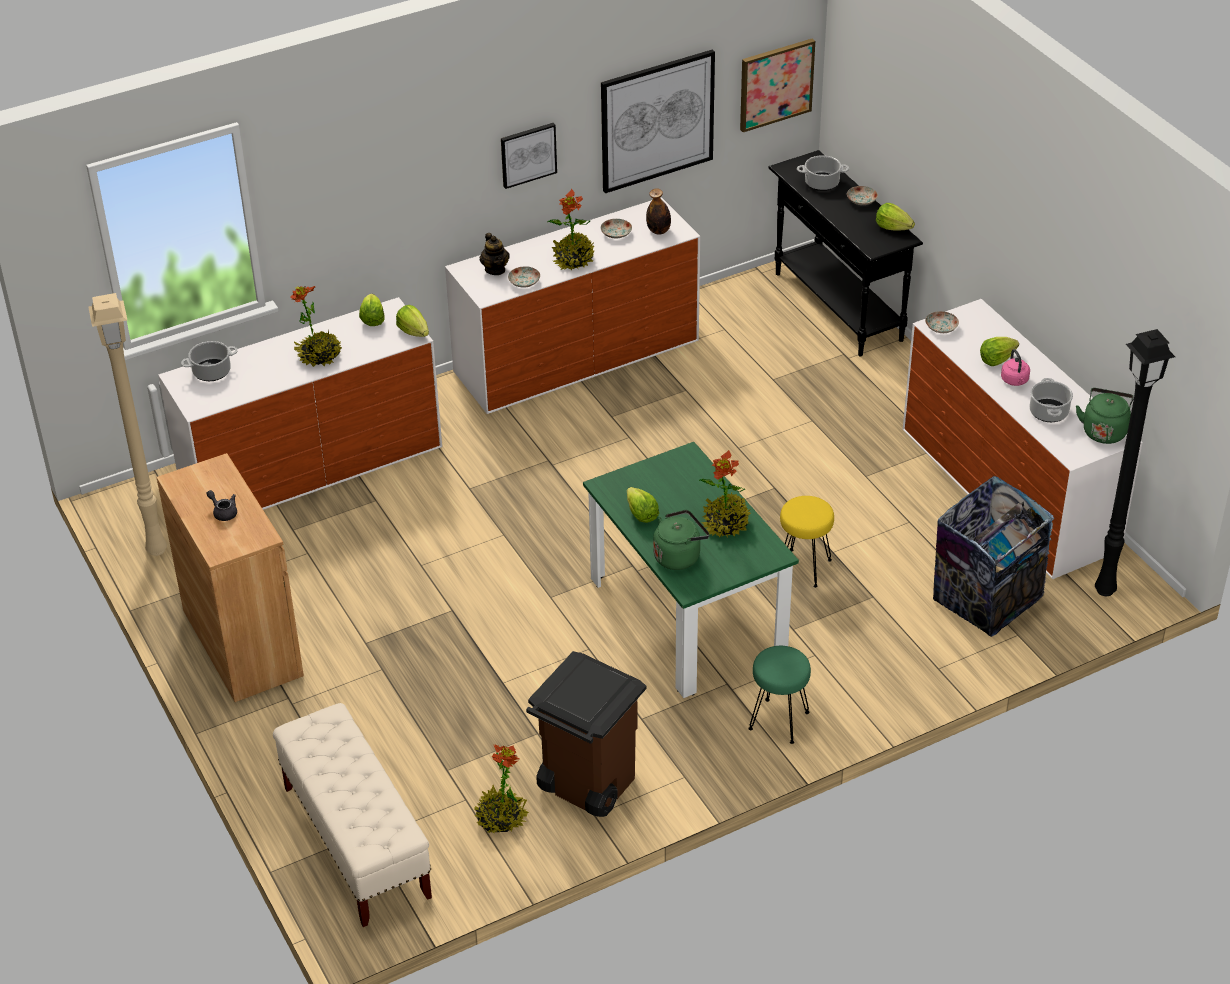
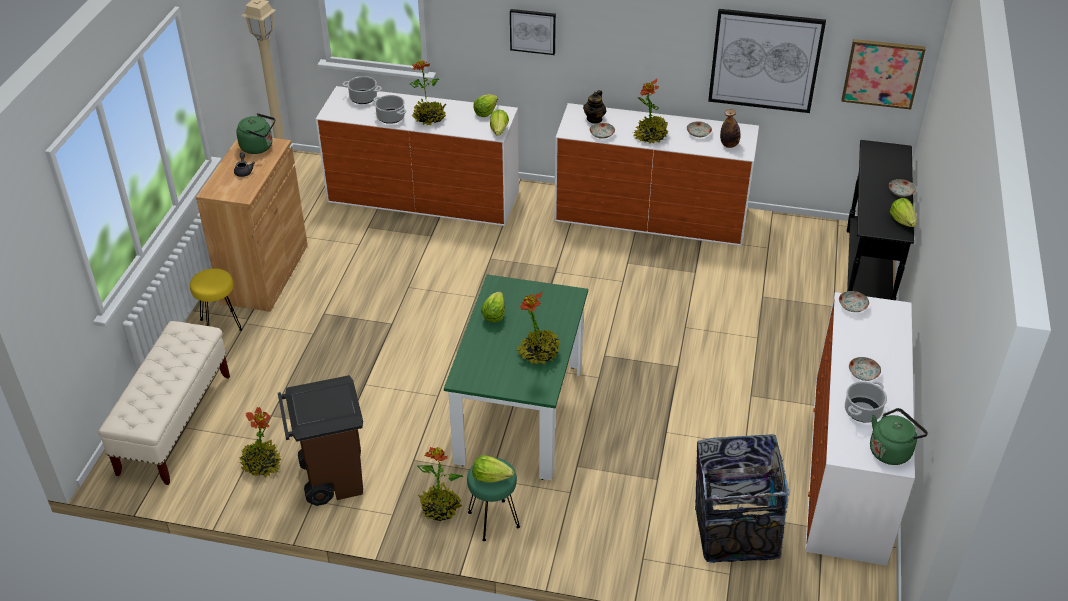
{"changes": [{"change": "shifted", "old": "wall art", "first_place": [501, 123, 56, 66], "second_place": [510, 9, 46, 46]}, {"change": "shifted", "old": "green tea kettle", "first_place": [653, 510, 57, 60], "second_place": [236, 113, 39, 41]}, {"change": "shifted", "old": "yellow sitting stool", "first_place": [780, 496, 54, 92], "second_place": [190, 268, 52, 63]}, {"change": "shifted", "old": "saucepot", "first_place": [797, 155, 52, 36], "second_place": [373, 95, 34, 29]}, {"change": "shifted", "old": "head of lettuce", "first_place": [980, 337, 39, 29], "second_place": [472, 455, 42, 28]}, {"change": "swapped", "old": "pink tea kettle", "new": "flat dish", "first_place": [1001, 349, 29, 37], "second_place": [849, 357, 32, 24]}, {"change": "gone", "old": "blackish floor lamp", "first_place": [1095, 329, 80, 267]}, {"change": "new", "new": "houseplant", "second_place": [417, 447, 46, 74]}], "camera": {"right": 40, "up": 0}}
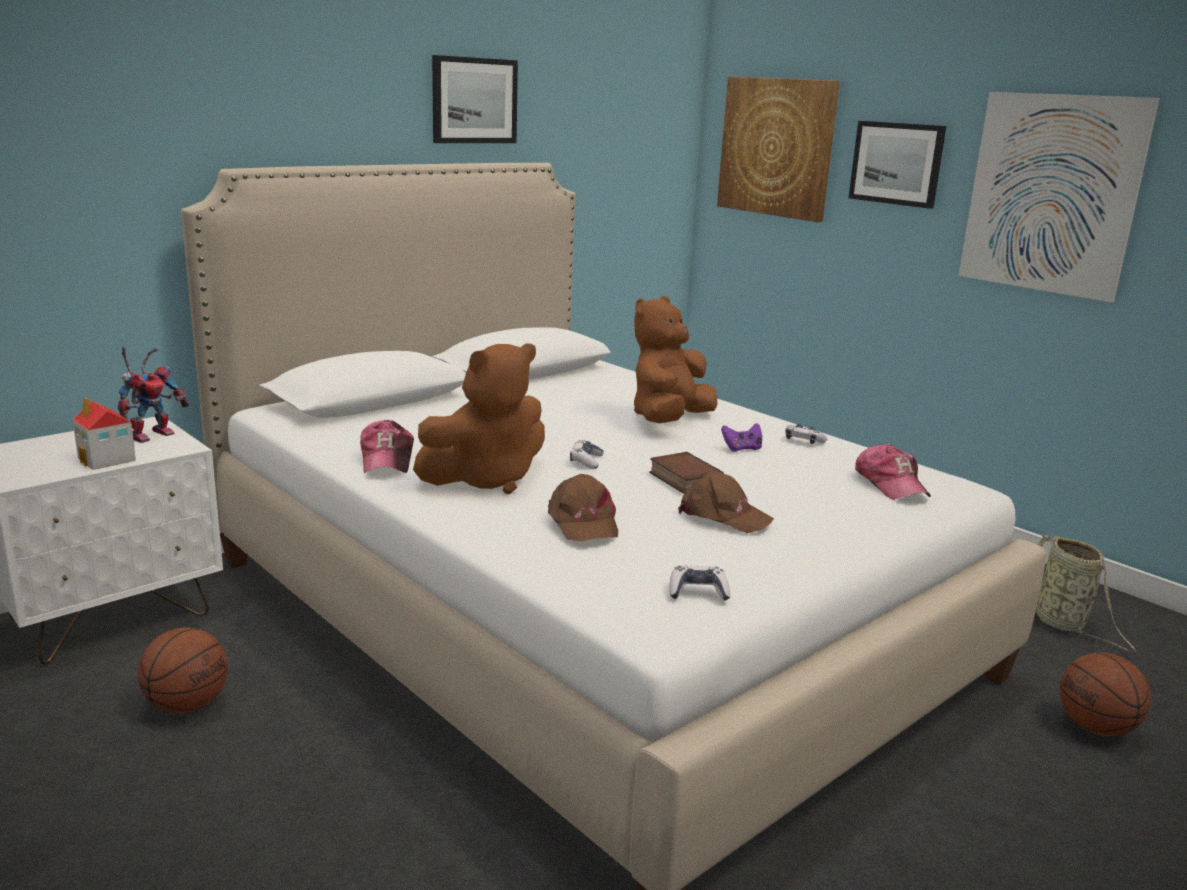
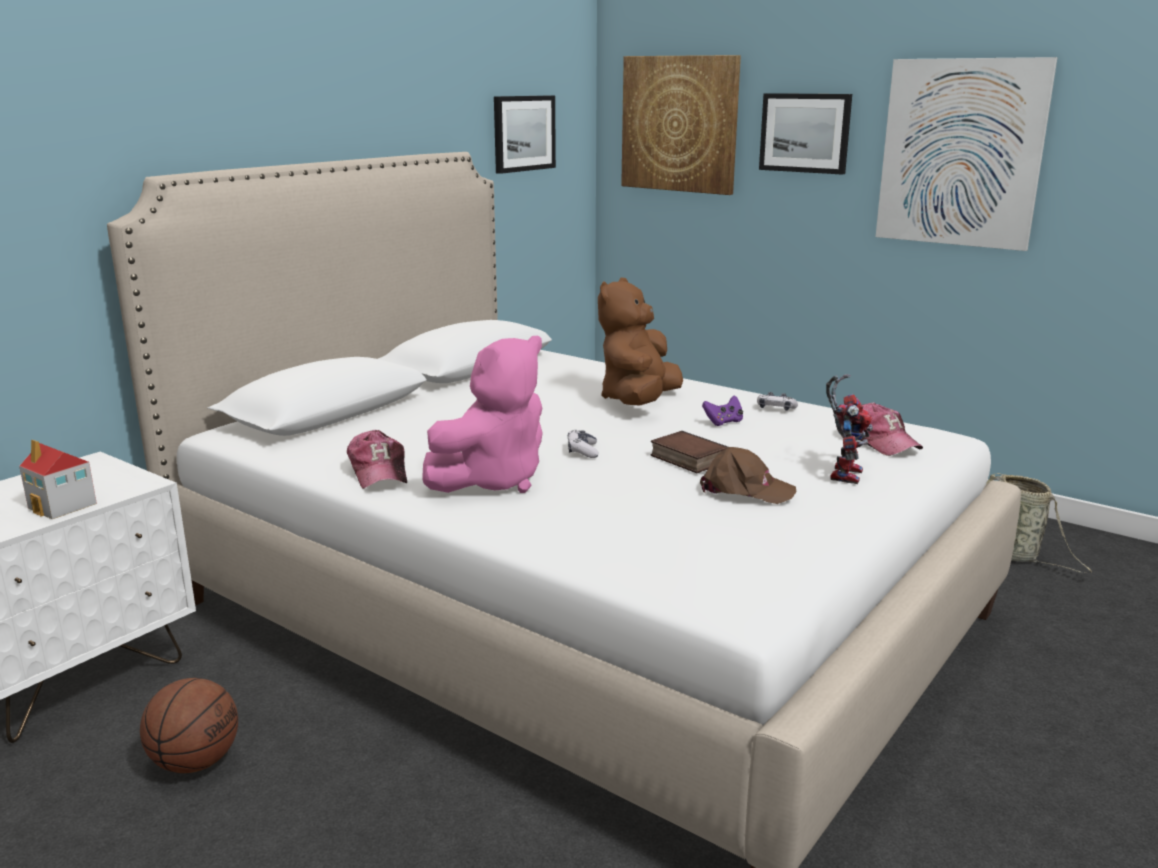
{"changes": [{"change": "shifted", "old": "model robot", "first_place": [118, 346, 72, 97], "second_place": [826, 374, 47, 110]}, {"change": "repainted", "old": "brown soft toy", "new": "pink soft toy", "first_place": [413, 343, 132, 151], "second_place": [422, 336, 121, 157]}, {"change": "shifted", "old": "wall art", "first_place": [432, 55, 86, 88], "second_place": [494, 95, 62, 79]}, {"change": "gone", "old": "brown baseball cap", "first_place": [548, 474, 70, 67]}, {"change": "gone", "old": "joypad", "first_place": [669, 565, 61, 36]}, {"change": "gone", "old": "basketball", "first_place": [1060, 653, 91, 83]}], "camera": {"right": -10, "up": 0}}
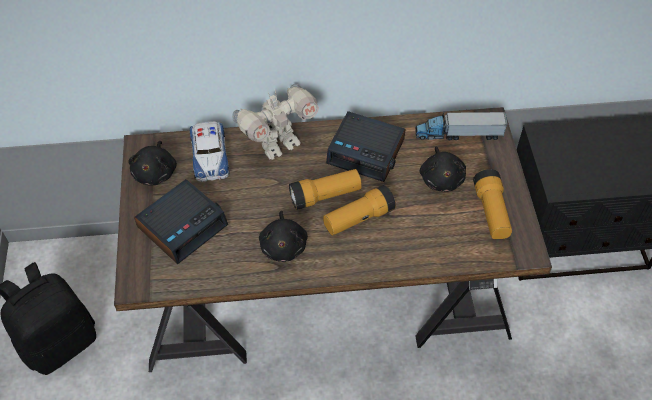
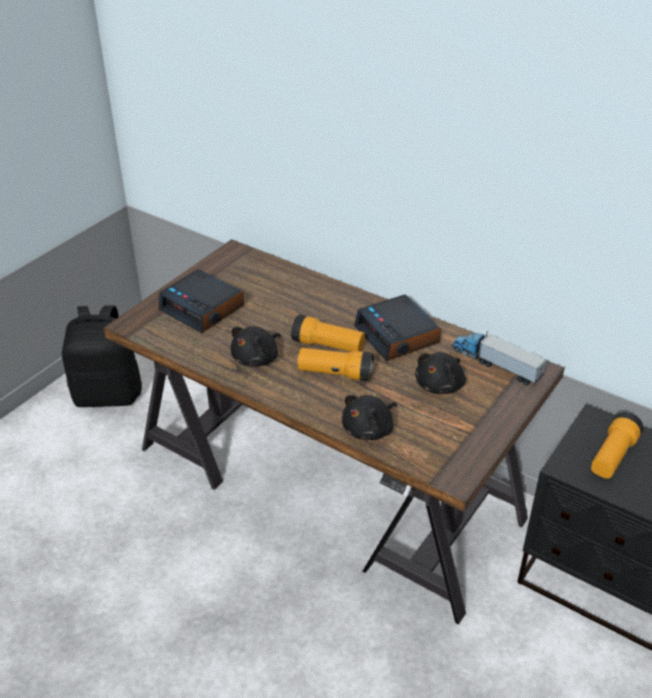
{"changes": [{"change": "shifted", "old": "blackish soft toy", "first_place": [128, 141, 49, 44], "second_place": [342, 395, 55, 45]}, {"change": "rotated", "old": "bedside clock", "first_place": [134, 179, 94, 85], "second_place": [159, 269, 85, 64], "degrees": 45}, {"change": "gone", "old": "toy car", "first_place": [190, 121, 40, 61]}, {"change": "gone", "old": "model robot", "first_place": [232, 84, 87, 76]}, {"change": "shifted", "old": "hand torch", "first_place": [473, 169, 39, 70], "second_place": [591, 412, 53, 67]}], "camera": {"right": 40, "up": -15}}
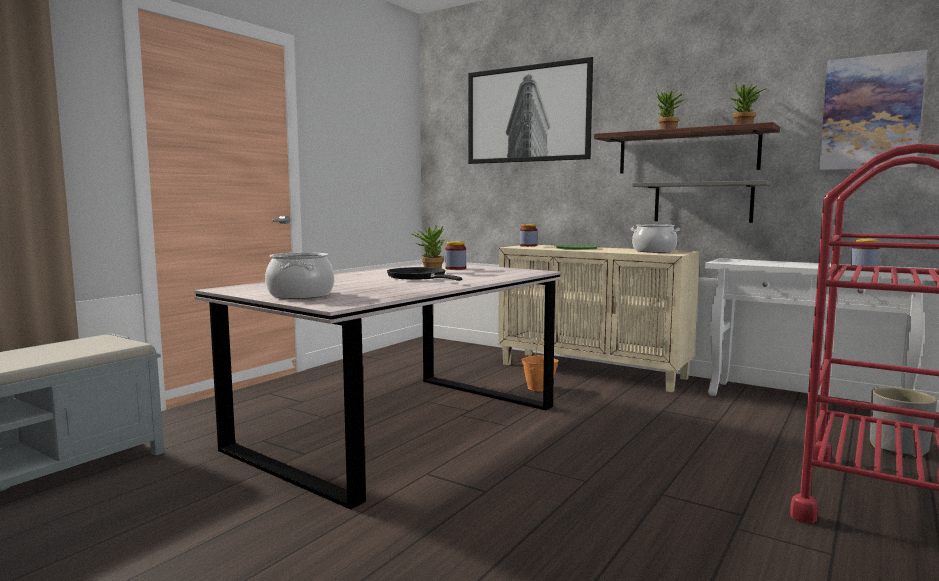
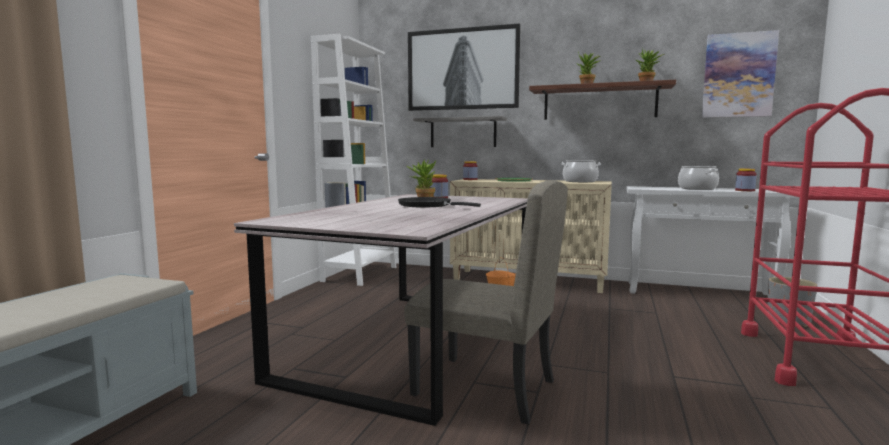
{"changes": [{"change": "shifted", "old": "saucepot", "first_place": [265, 252, 69, 47], "second_place": [678, 166, 41, 24]}, {"change": "shifted", "old": "gray wall shelf", "first_place": [632, 180, 140, 43], "second_place": [413, 116, 94, 31]}, {"change": "new", "new": "whitish shelving unit", "second_place": [311, 34, 86, 252]}, {"change": "new", "new": "beige-coloured chair", "second_place": [404, 181, 164, 243]}], "camera": {"right": -15, "up": 0}}
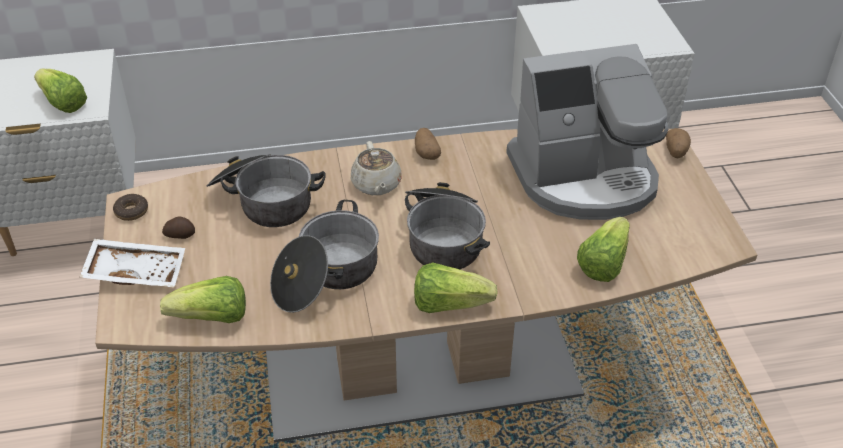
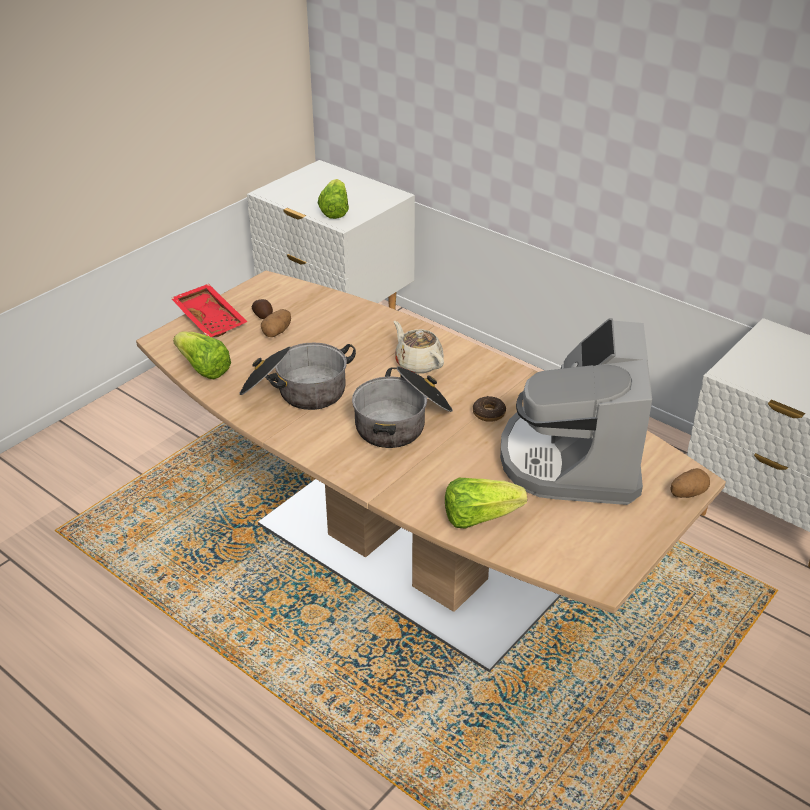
{"changes": [{"change": "repainted", "old": "whitish serving tray", "new": "reddish serving tray", "first_place": [80, 239, 105, 49], "second_place": [171, 284, 77, 53]}, {"change": "shifted", "old": "doughnut", "first_place": [113, 194, 35, 27], "second_place": [473, 396, 33, 26]}, {"change": "gone", "old": "saucepot", "first_place": [206, 154, 120, 73]}, {"change": "rotated", "old": "beige-coloured pot for tea", "first_place": [351, 141, 50, 54], "second_place": [394, 321, 50, 53], "degrees": 105}, {"change": "gone", "old": "head of lettuce", "first_place": [414, 263, 84, 50]}, {"change": "shifted", "old": "spud", "first_place": [415, 128, 26, 32], "second_place": [261, 309, 30, 28]}, {"change": "rotated", "old": "coffee maker", "first_place": [506, 44, 163, 176], "second_place": [500, 318, 152, 187], "degrees": 60}], "camera": {"right": 50, "up": -5}}
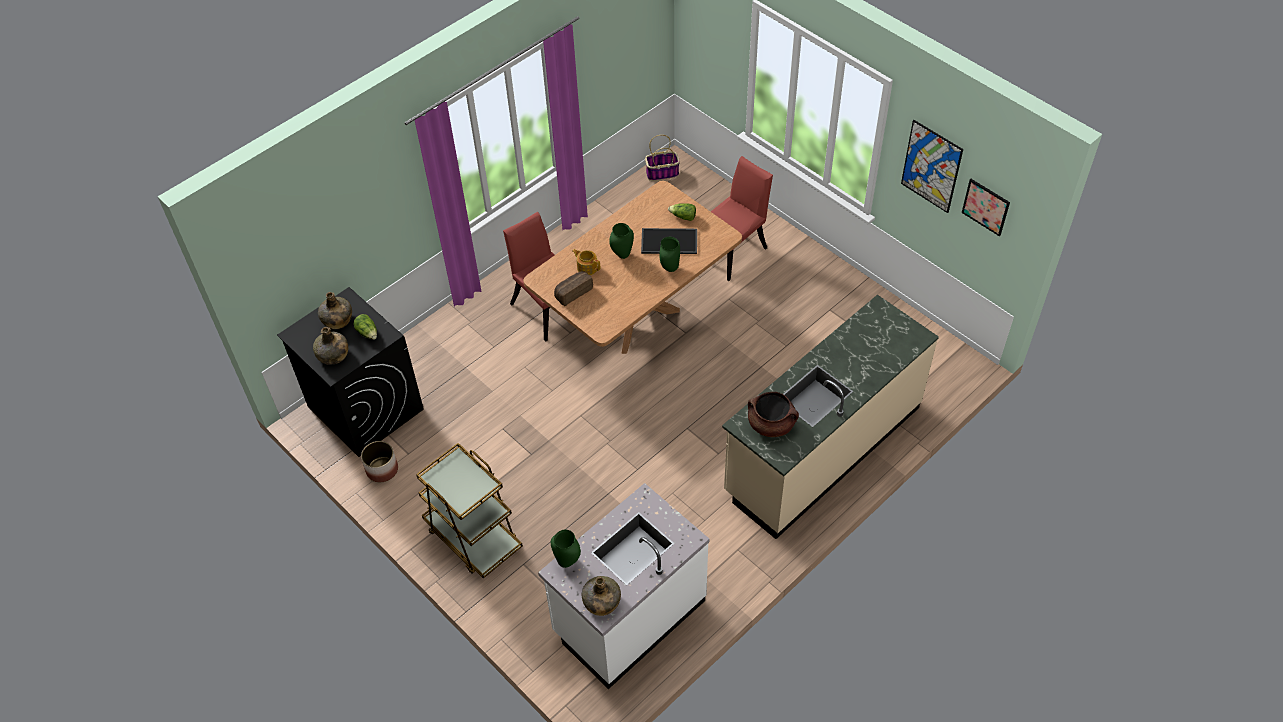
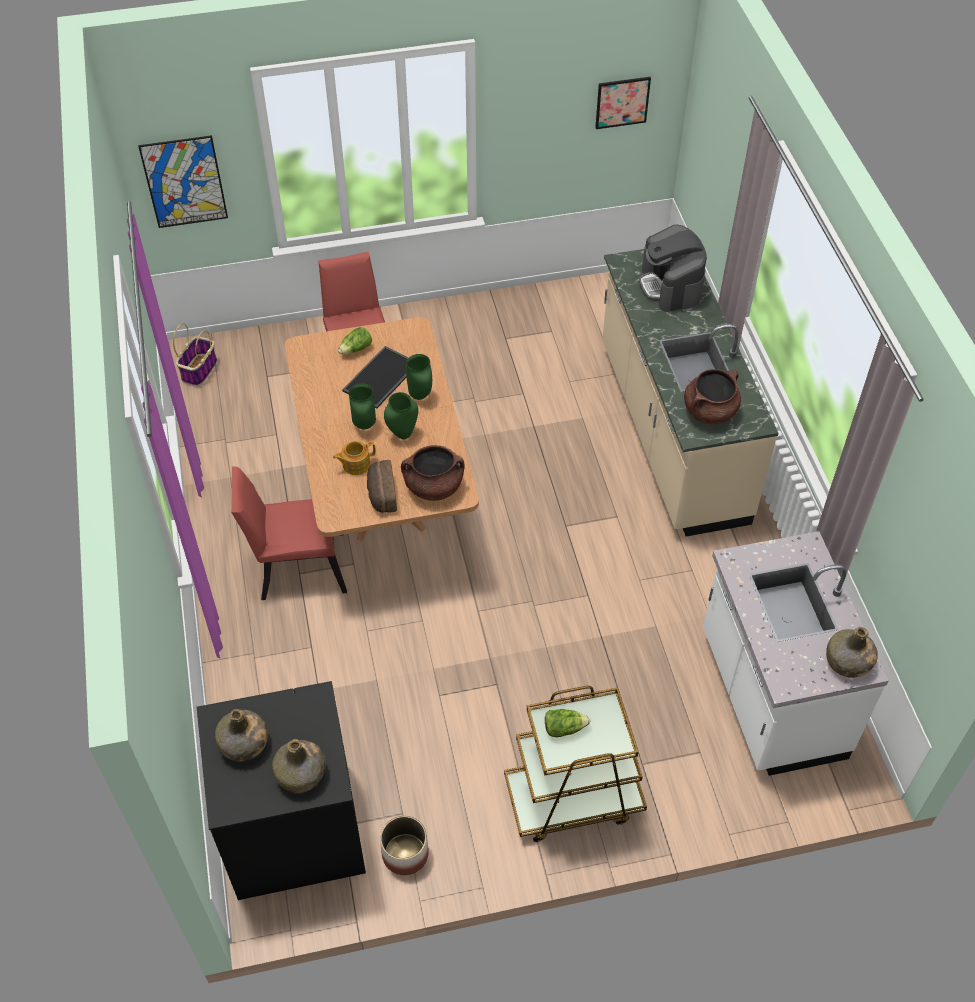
{"changes": [{"change": "shifted", "old": "head of lettuce", "first_place": [354, 314, 23, 26], "second_place": [545, 709, 45, 28]}, {"change": "shifted", "old": "green decorative vase", "first_place": [551, 530, 30, 38], "second_place": [384, 392, 34, 47]}, {"change": "shifted", "old": "wall art", "first_place": [901, 120, 62, 93], "second_place": [138, 135, 90, 93]}, {"change": "new", "new": "brown saucepot", "second_place": [401, 445, 64, 56]}, {"change": "new", "new": "coffee maker", "second_place": [639, 225, 68, 87]}], "camera": {"right": -60, "up": 0}}
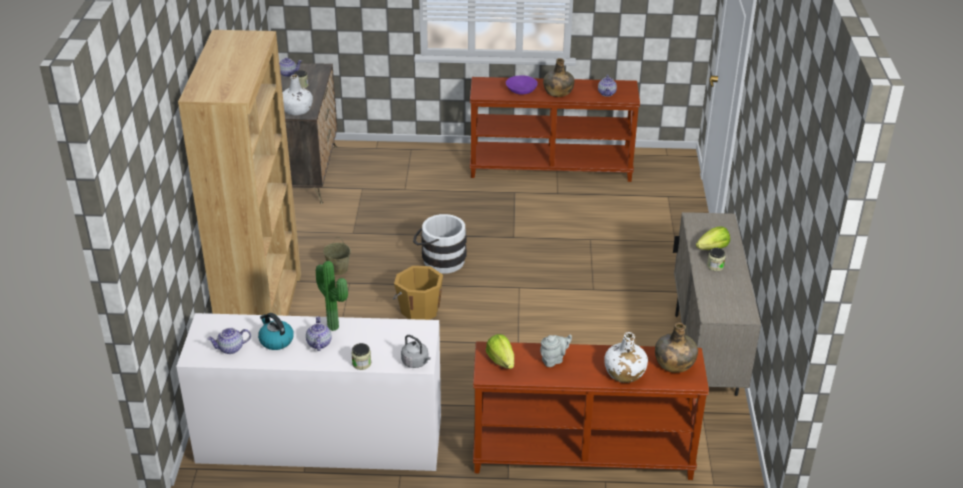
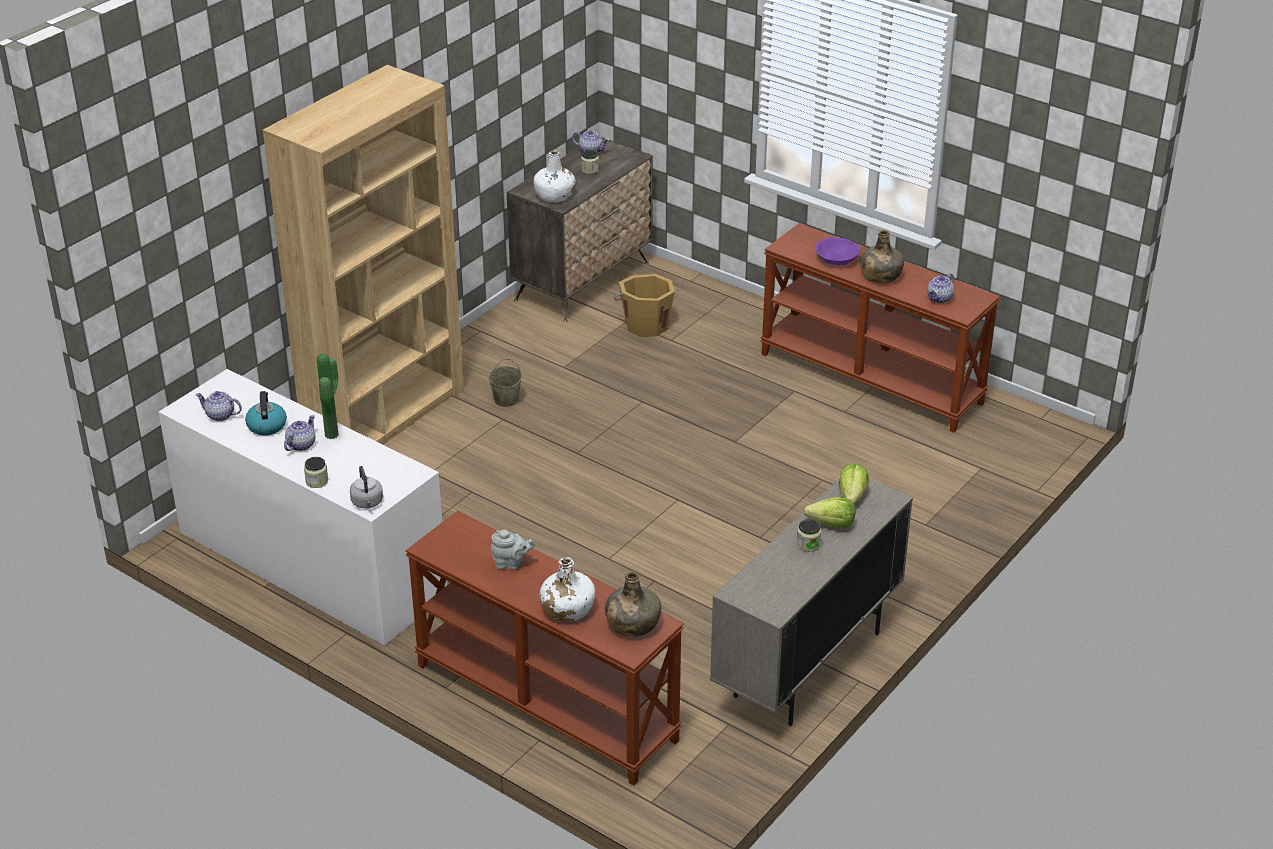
{"changes": [{"change": "shifted", "old": "orange-coloured water bucket", "first_place": [393, 266, 50, 54], "second_place": [614, 274, 65, 63]}, {"change": "gone", "old": "whitish water bucket", "first_place": [413, 214, 53, 60]}, {"change": "shifted", "old": "head of lettuce", "first_place": [486, 334, 28, 35], "second_place": [839, 463, 30, 41]}], "camera": {"right": 35, "up": 0}}
